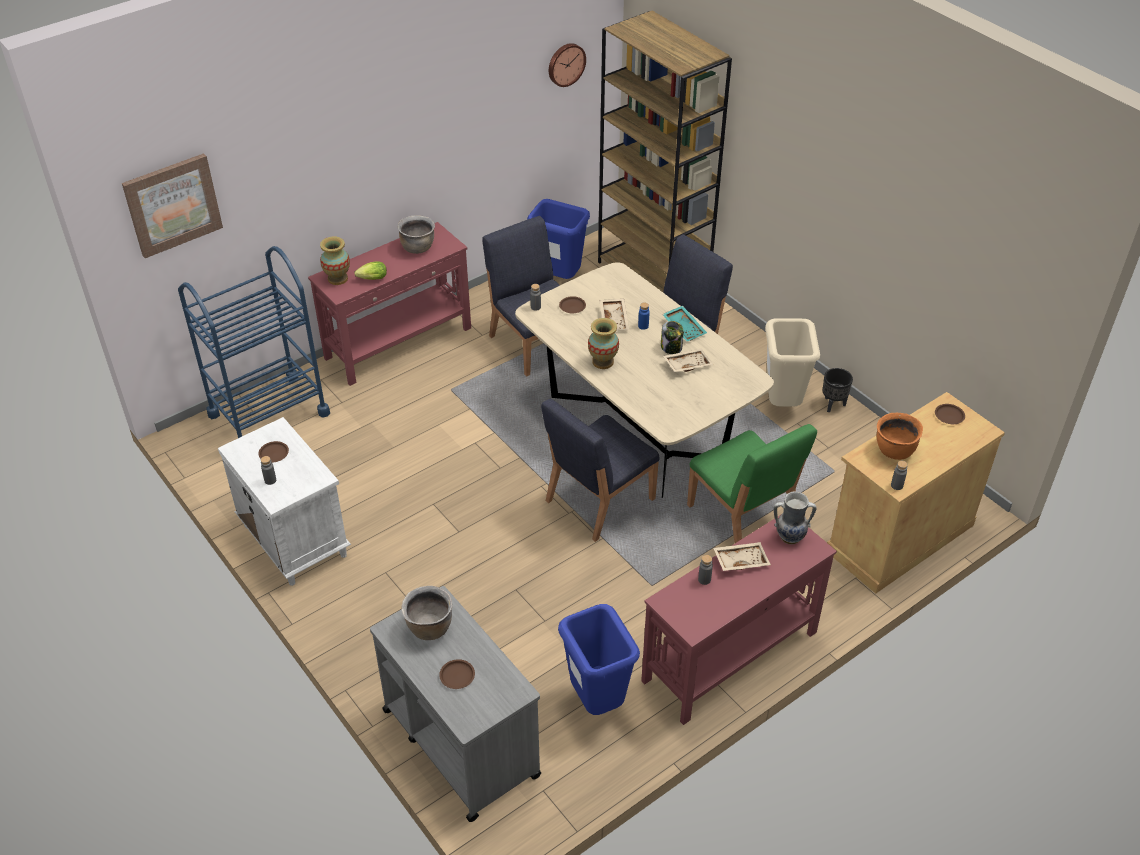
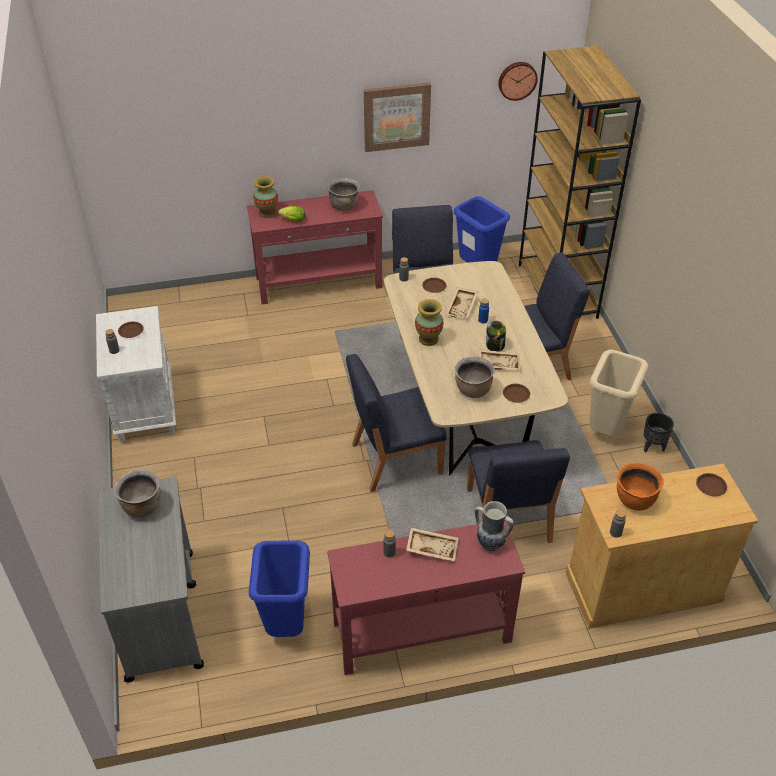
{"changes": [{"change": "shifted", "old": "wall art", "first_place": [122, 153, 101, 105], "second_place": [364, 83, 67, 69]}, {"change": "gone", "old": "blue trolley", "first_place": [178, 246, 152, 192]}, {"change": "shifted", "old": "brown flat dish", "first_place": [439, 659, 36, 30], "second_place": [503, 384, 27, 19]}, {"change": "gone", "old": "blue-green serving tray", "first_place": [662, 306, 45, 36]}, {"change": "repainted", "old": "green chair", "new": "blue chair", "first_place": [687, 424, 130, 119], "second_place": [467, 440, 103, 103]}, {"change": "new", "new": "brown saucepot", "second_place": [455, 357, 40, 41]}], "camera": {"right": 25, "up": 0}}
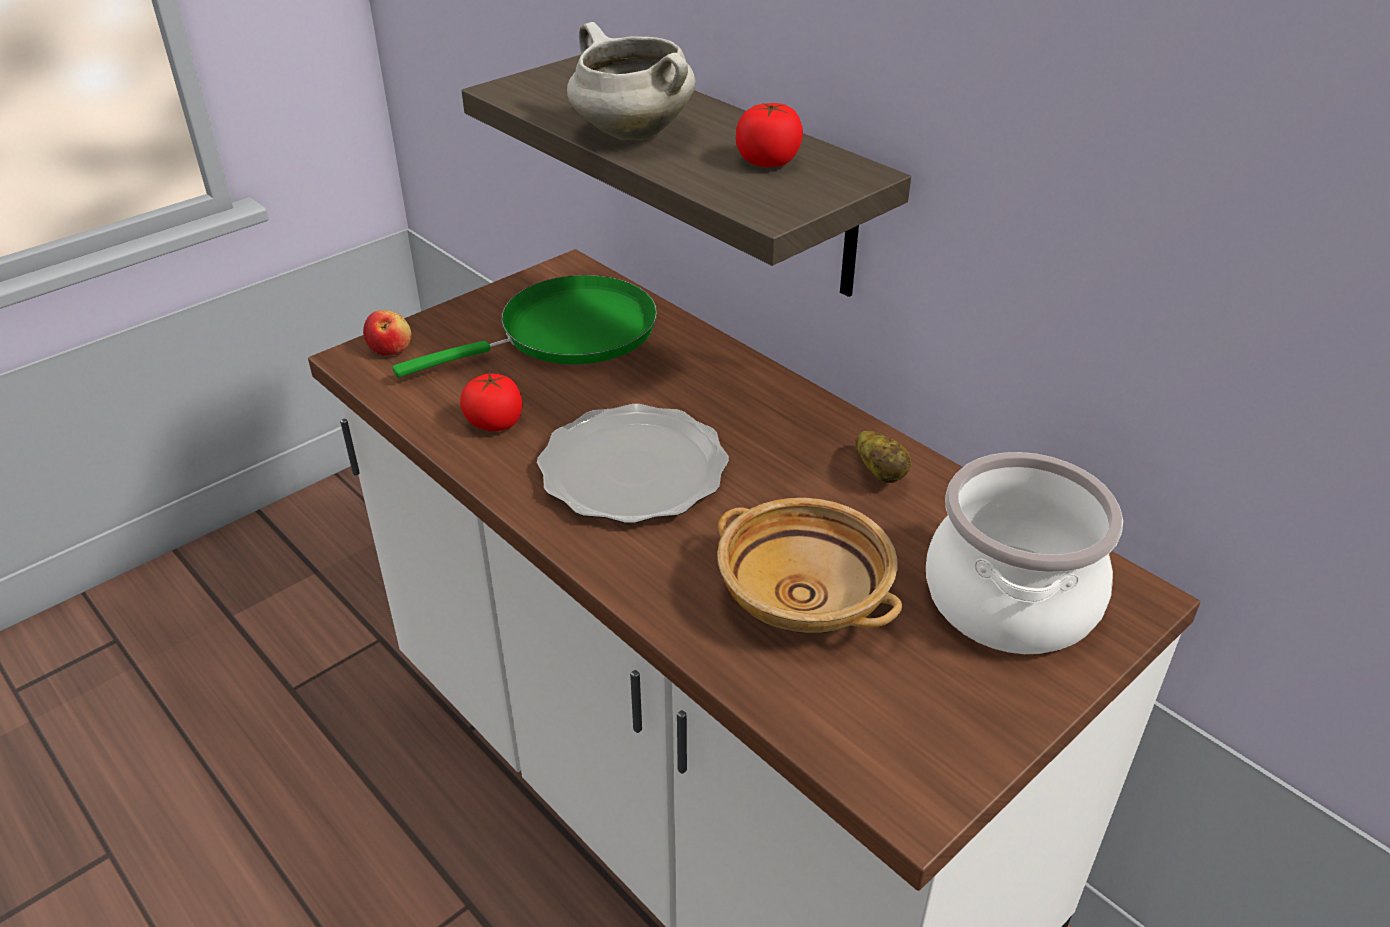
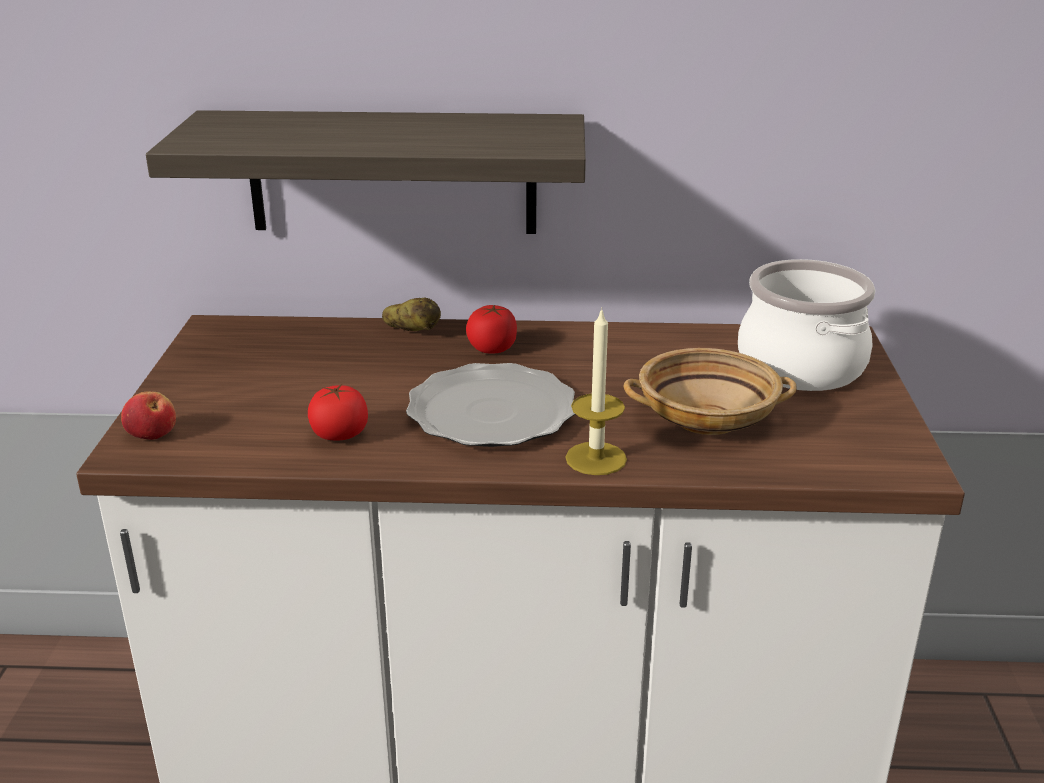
{"changes": [{"change": "gone", "old": "green frying pan", "first_place": [392, 275, 265, 102]}, {"change": "gone", "old": "whitish saucepot", "first_place": [567, 22, 129, 118]}, {"change": "shifted", "old": "fresh tomato", "first_place": [736, 103, 67, 64], "second_place": [466, 305, 51, 49]}, {"change": "shifted", "old": "spud", "first_place": [855, 431, 56, 53], "second_place": [382, 297, 59, 34]}, {"change": "new", "new": "candle", "second_place": [565, 308, 62, 167]}], "camera": {"right": -45, "up": -10}}
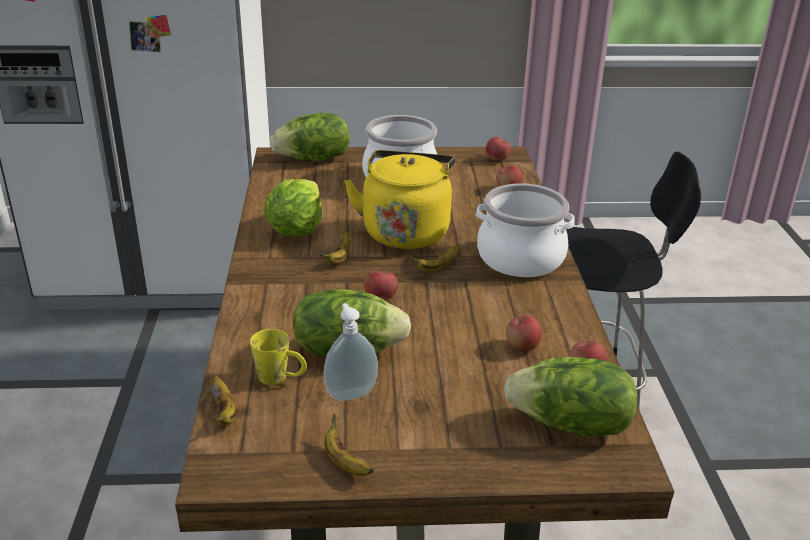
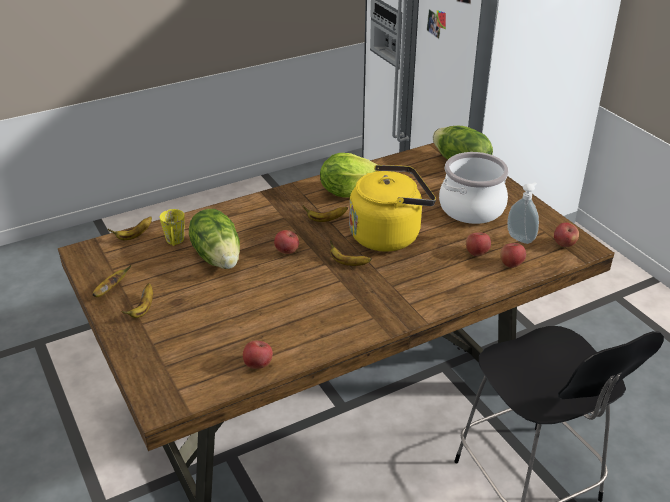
{"changes": [{"change": "shifted", "old": "liquid soap bottle", "first_place": [324, 303, 54, 98], "second_place": [507, 182, 32, 62]}, {"change": "gone", "old": "saucepot", "first_place": [476, 183, 99, 94]}, {"change": "gone", "old": "head of lettuce", "first_place": [504, 357, 133, 79]}, {"change": "shifted", "old": "whole apple", "first_place": [506, 316, 36, 36], "second_place": [466, 232, 25, 24]}, {"change": "new", "new": "whole banana", "second_place": [122, 283, 31, 35]}], "camera": {"right": 65, "up": 5}}
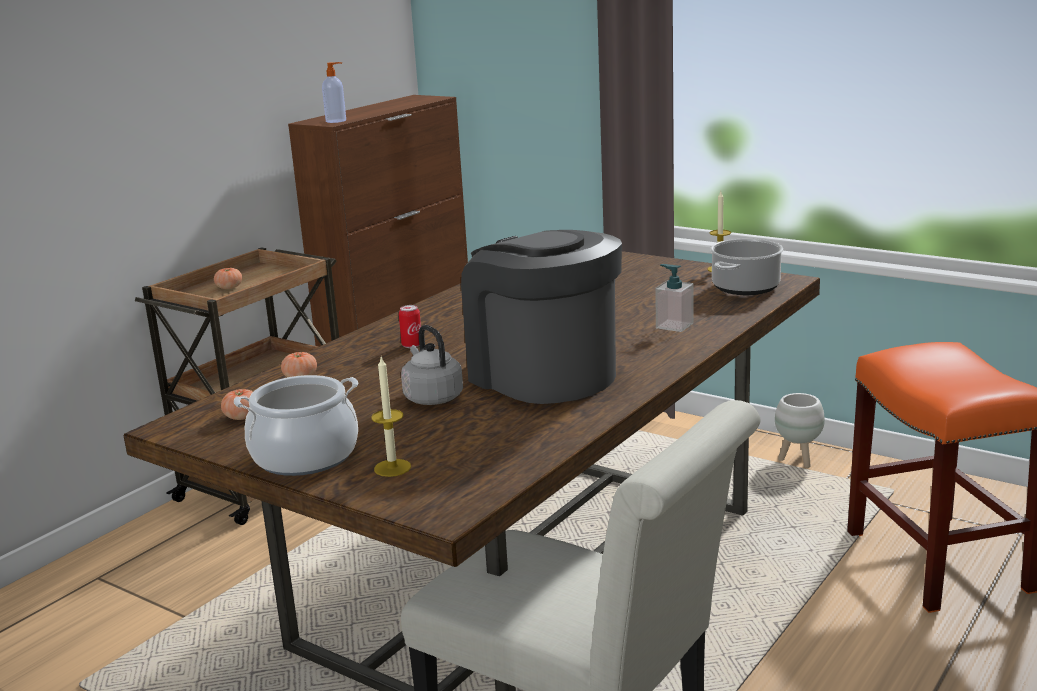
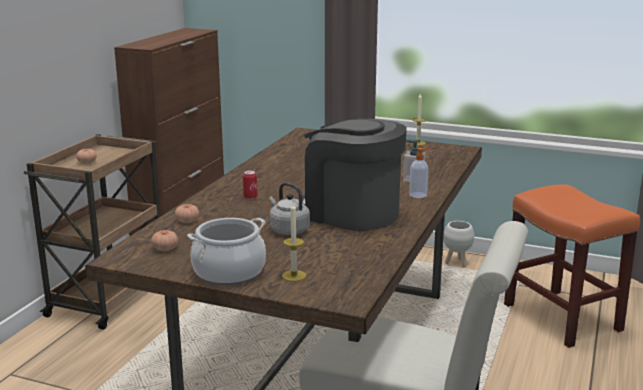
{"changes": [{"change": "shifted", "old": "liquid soap bottle", "first_place": [322, 62, 24, 61], "second_place": [409, 148, 22, 50]}, {"change": "gone", "old": "saucepot", "first_place": [710, 239, 73, 56]}], "camera": {"right": -15, "up": 0}}
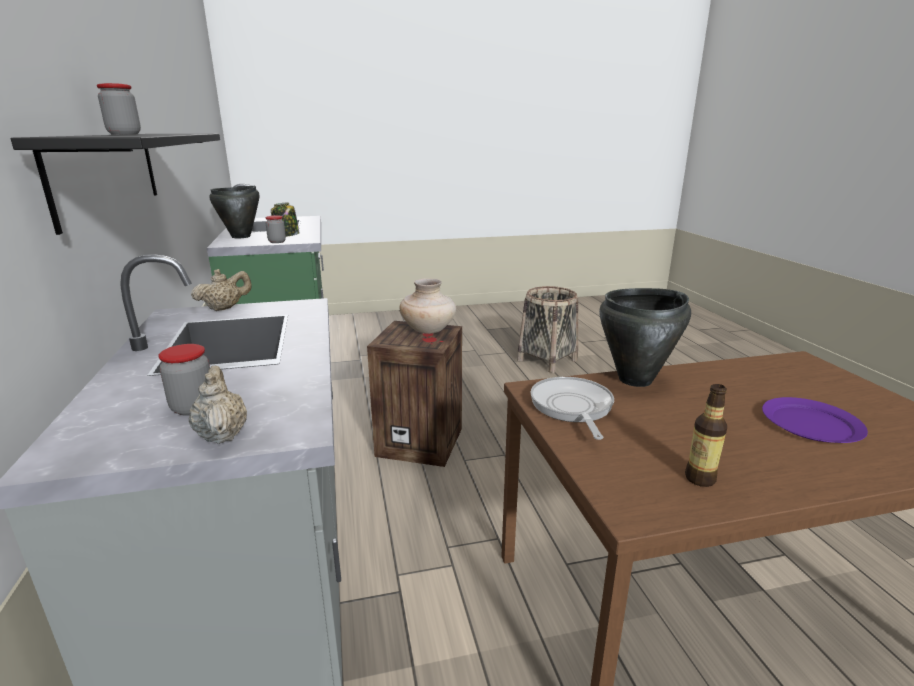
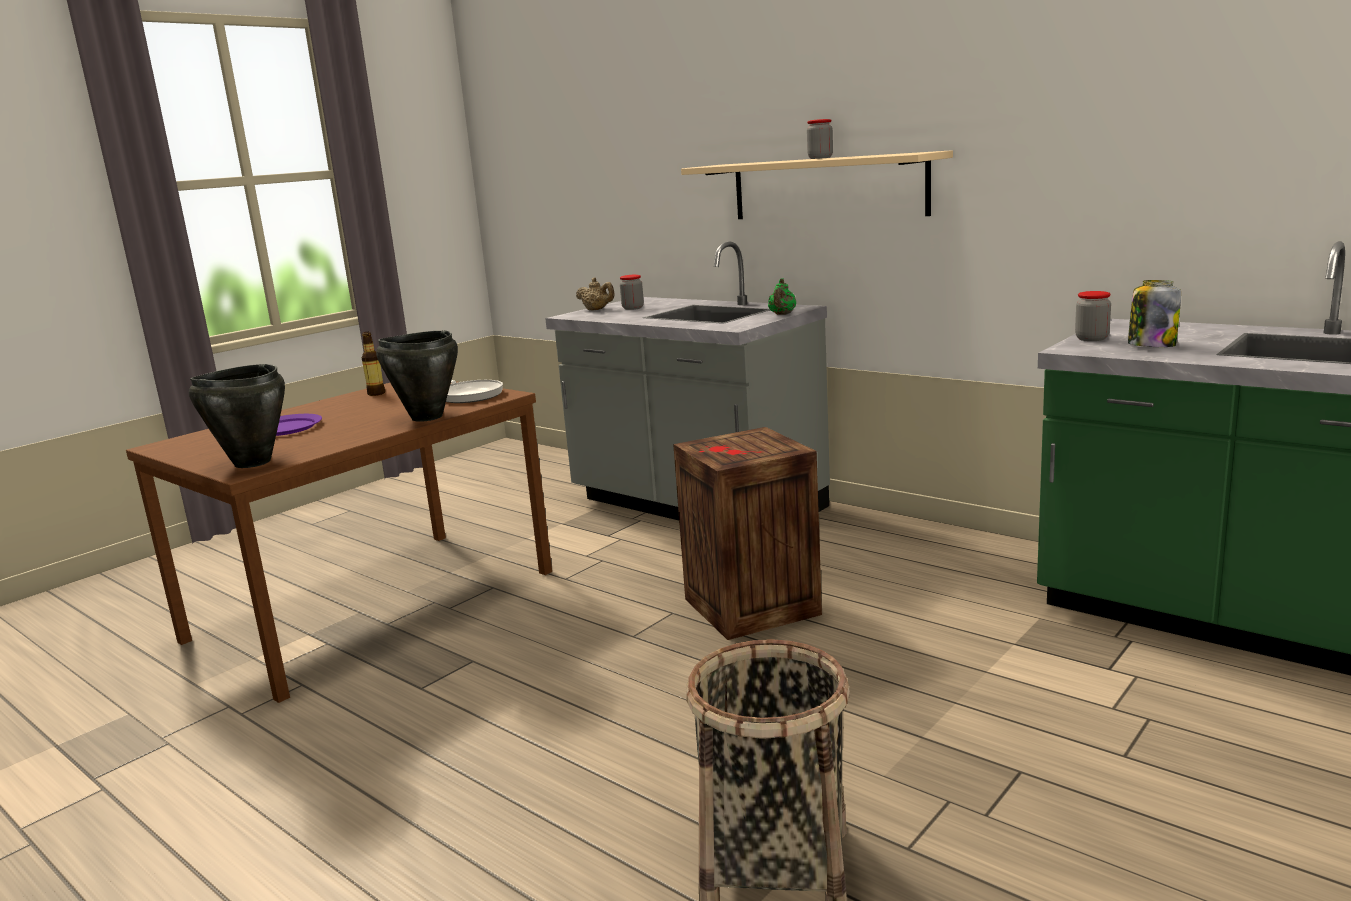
{"changes": [{"change": "repainted", "old": "blackish wall shelf", "new": "beige-coloured wall shelf", "first_place": [11, 134, 209, 101], "second_place": [681, 150, 272, 69]}, {"change": "repainted", "old": "beige-coloured pot for tea", "new": "green pot for tea", "first_place": [191, 269, 61, 42], "second_place": [768, 278, 28, 37]}, {"change": "shifted", "old": "blackish saucepot", "first_place": [209, 186, 50, 53], "second_place": [189, 364, 96, 104]}, {"change": "gone", "old": "beige-coloured decorative vase", "first_place": [400, 278, 56, 56]}], "camera": {"right": 145, "up": -5}}
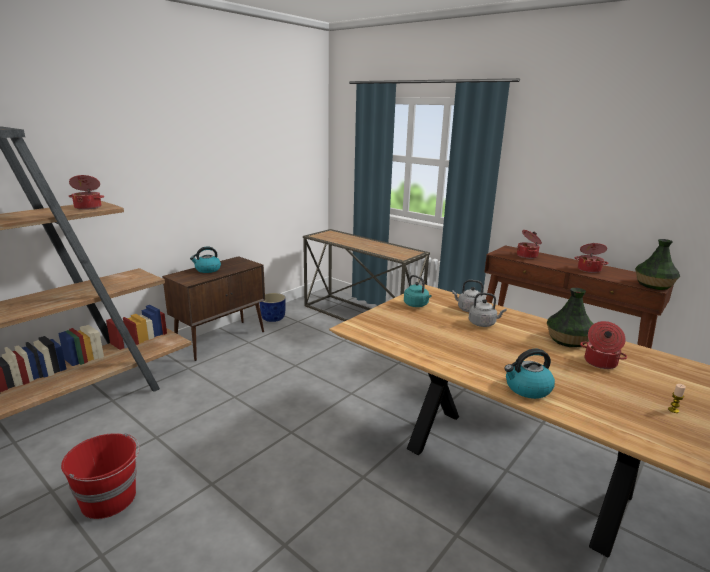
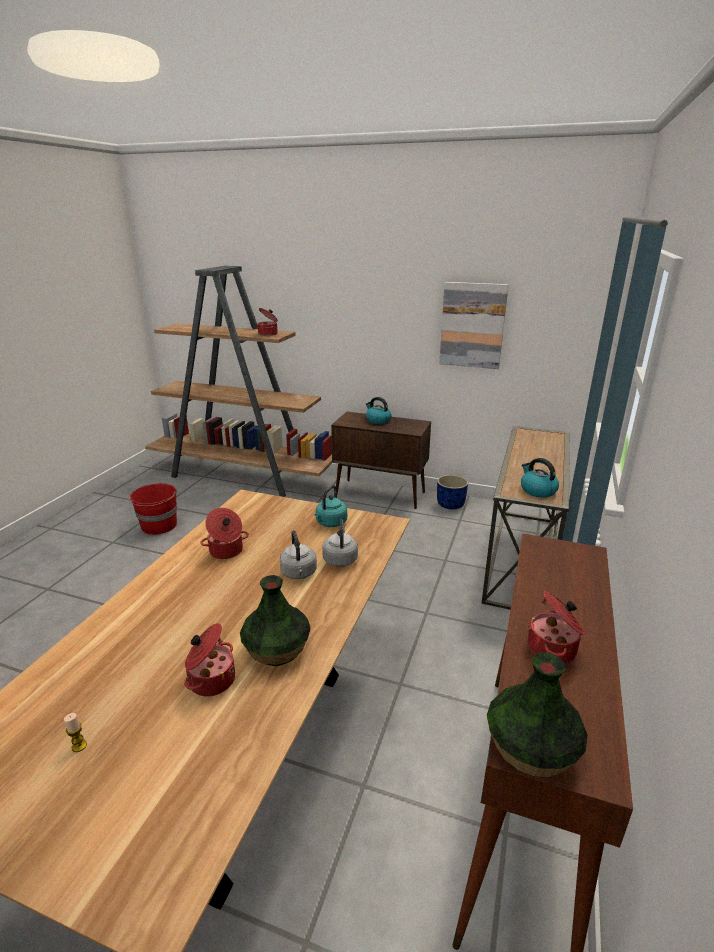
{"changes": [{"change": "shifted", "old": "tea kettle", "first_place": [504, 349, 51, 50], "second_place": [521, 458, 38, 39]}, {"change": "shifted", "old": "saucepot", "first_place": [517, 230, 25, 29], "second_place": [200, 508, 49, 51]}, {"change": "new", "new": "wall art", "second_place": [439, 282, 70, 87]}], "camera": {"right": 70, "up": 5}}
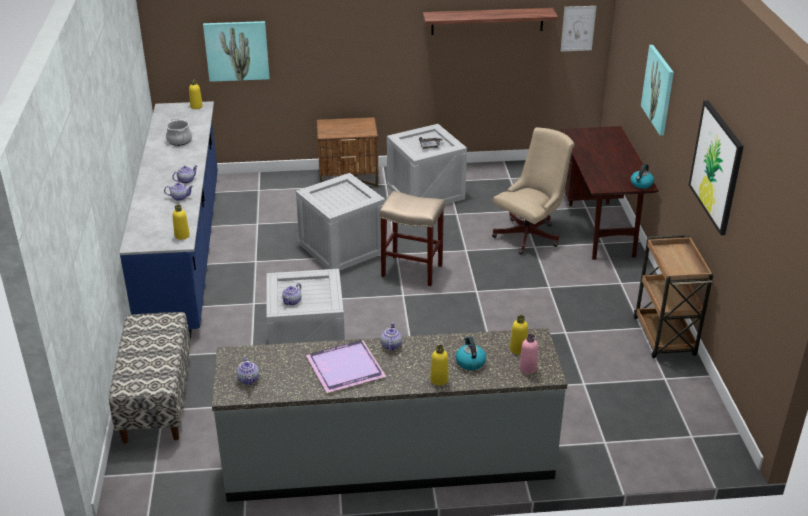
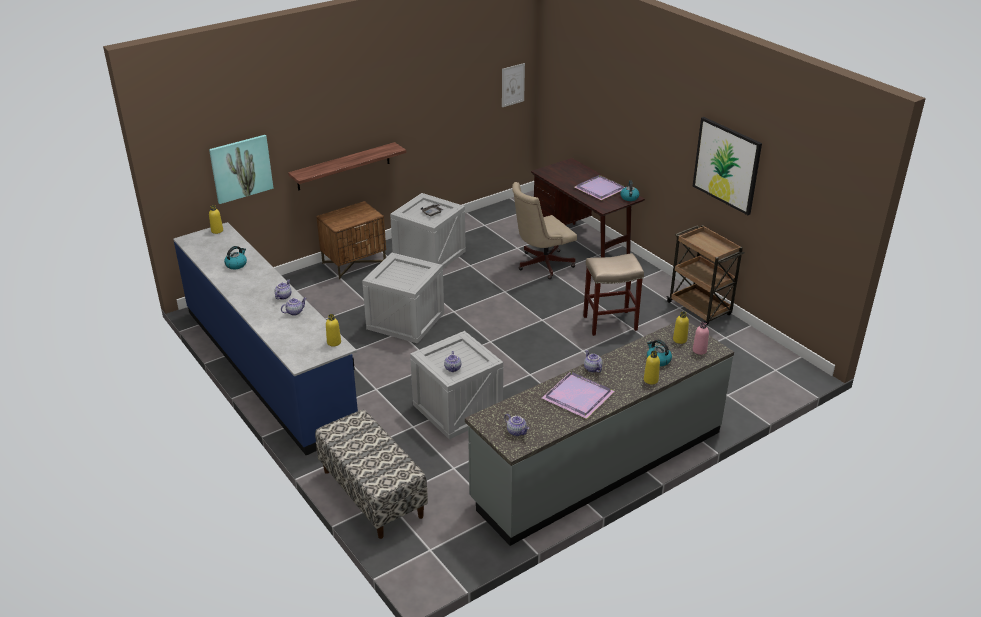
{"changes": [{"change": "swapped", "old": "saucepot", "new": "tea kettle", "first_place": [166, 118, 26, 28], "second_place": [224, 246, 23, 23]}, {"change": "shifted", "old": "beige-coloured sitting stool", "first_place": [379, 191, 66, 95], "second_place": [583, 253, 61, 83]}, {"change": "shifted", "old": "wall shelf", "first_place": [423, 8, 135, 27], "second_place": [288, 142, 118, 49]}, {"change": "rotated", "old": "beige-coloured office chair", "first_place": [492, 127, 83, 127], "second_place": [512, 182, 65, 97], "degrees": -135}, {"change": "gone", "old": "wall art", "first_place": [641, 45, 33, 91]}, {"change": "new", "new": "purplish serving tray", "second_place": [574, 175, 51, 25]}], "camera": {"right": -30, "up": 0}}
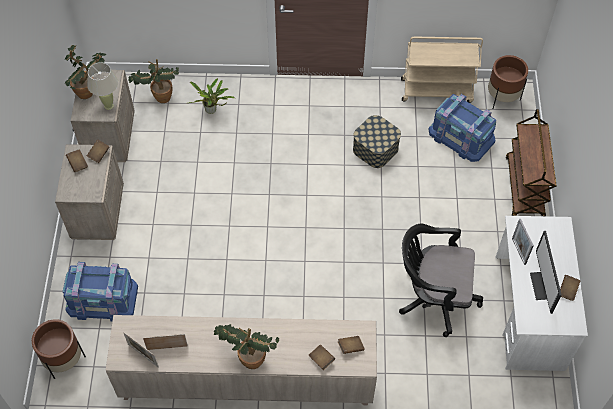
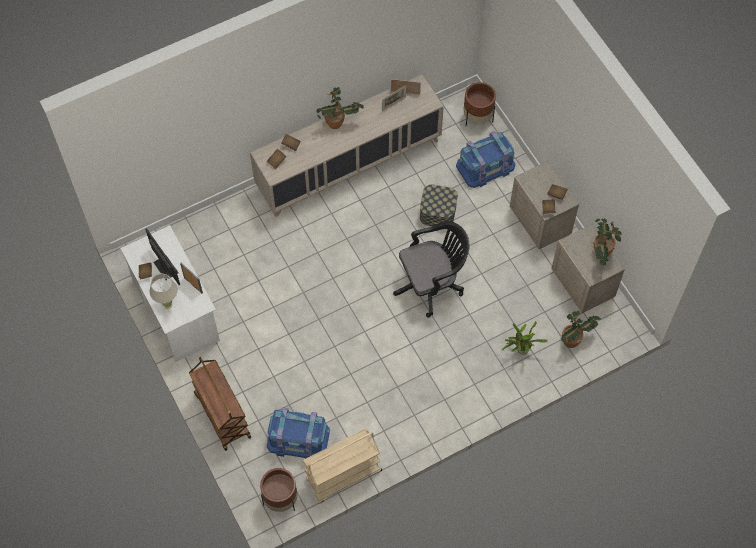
{"changes": [{"change": "shifted", "old": "beige-coloured table lamp", "first_place": [87, 62, 31, 48], "second_place": [150, 274, 28, 35]}, {"change": "shifted", "old": "storage box", "first_place": [353, 115, 48, 53], "second_place": [420, 185, 38, 41]}, {"change": "shifted", "old": "blackish office chair", "first_place": [399, 224, 84, 113], "second_place": [393, 221, 76, 97]}], "camera": {"right": 150, "up": 5}}
